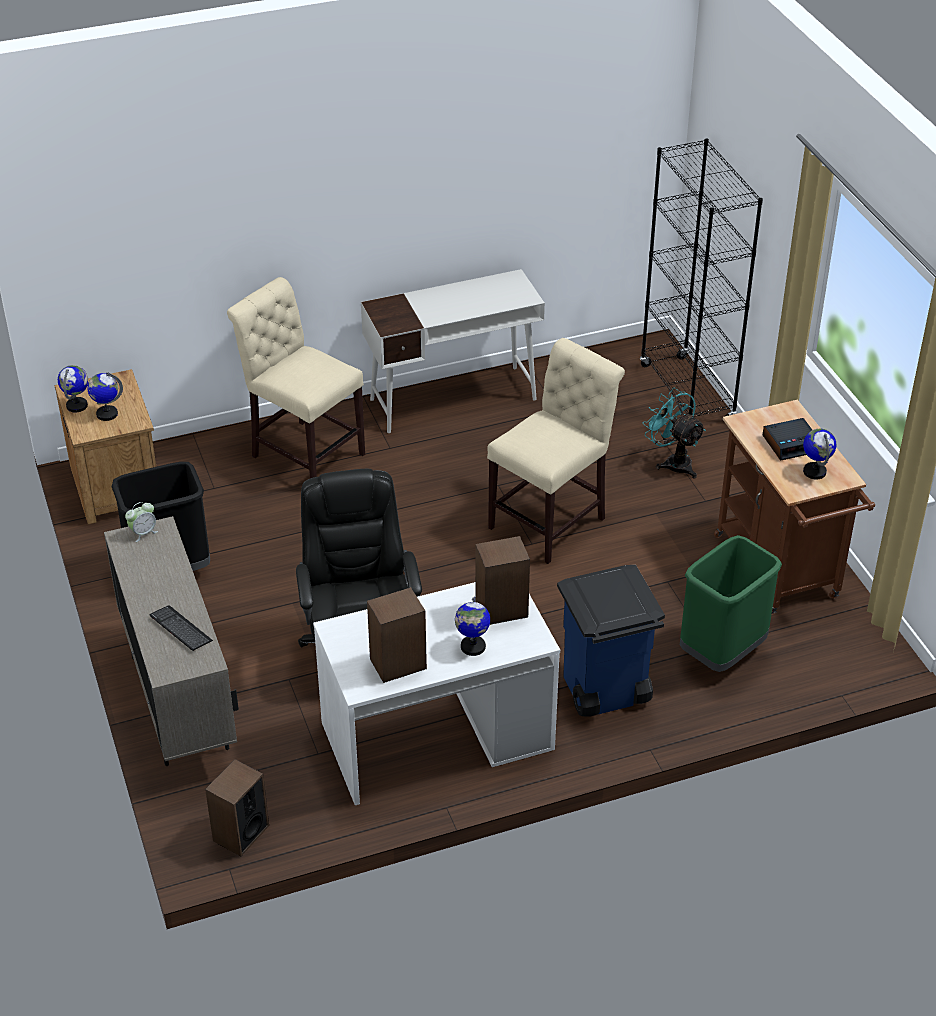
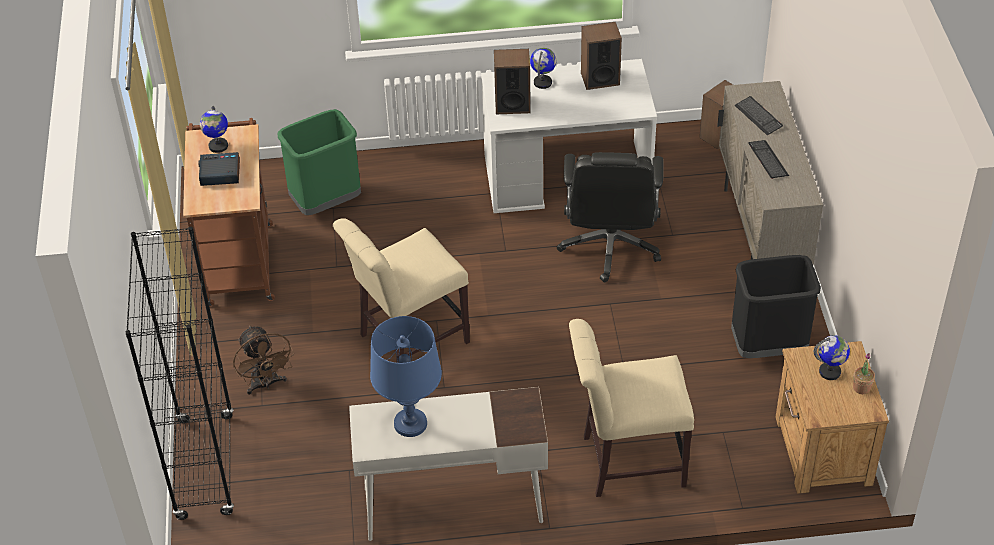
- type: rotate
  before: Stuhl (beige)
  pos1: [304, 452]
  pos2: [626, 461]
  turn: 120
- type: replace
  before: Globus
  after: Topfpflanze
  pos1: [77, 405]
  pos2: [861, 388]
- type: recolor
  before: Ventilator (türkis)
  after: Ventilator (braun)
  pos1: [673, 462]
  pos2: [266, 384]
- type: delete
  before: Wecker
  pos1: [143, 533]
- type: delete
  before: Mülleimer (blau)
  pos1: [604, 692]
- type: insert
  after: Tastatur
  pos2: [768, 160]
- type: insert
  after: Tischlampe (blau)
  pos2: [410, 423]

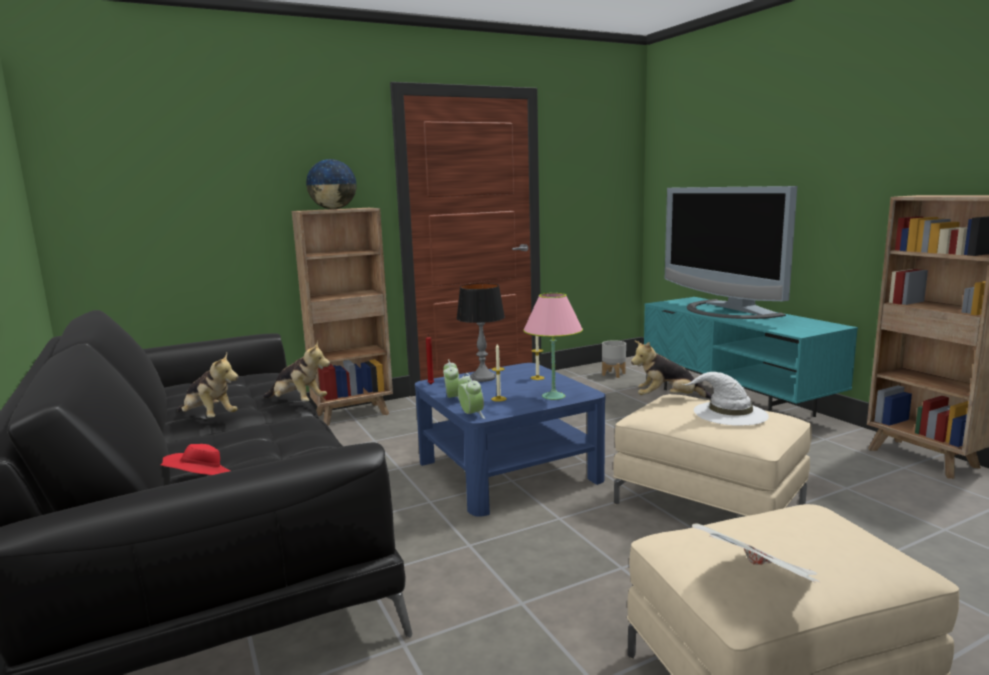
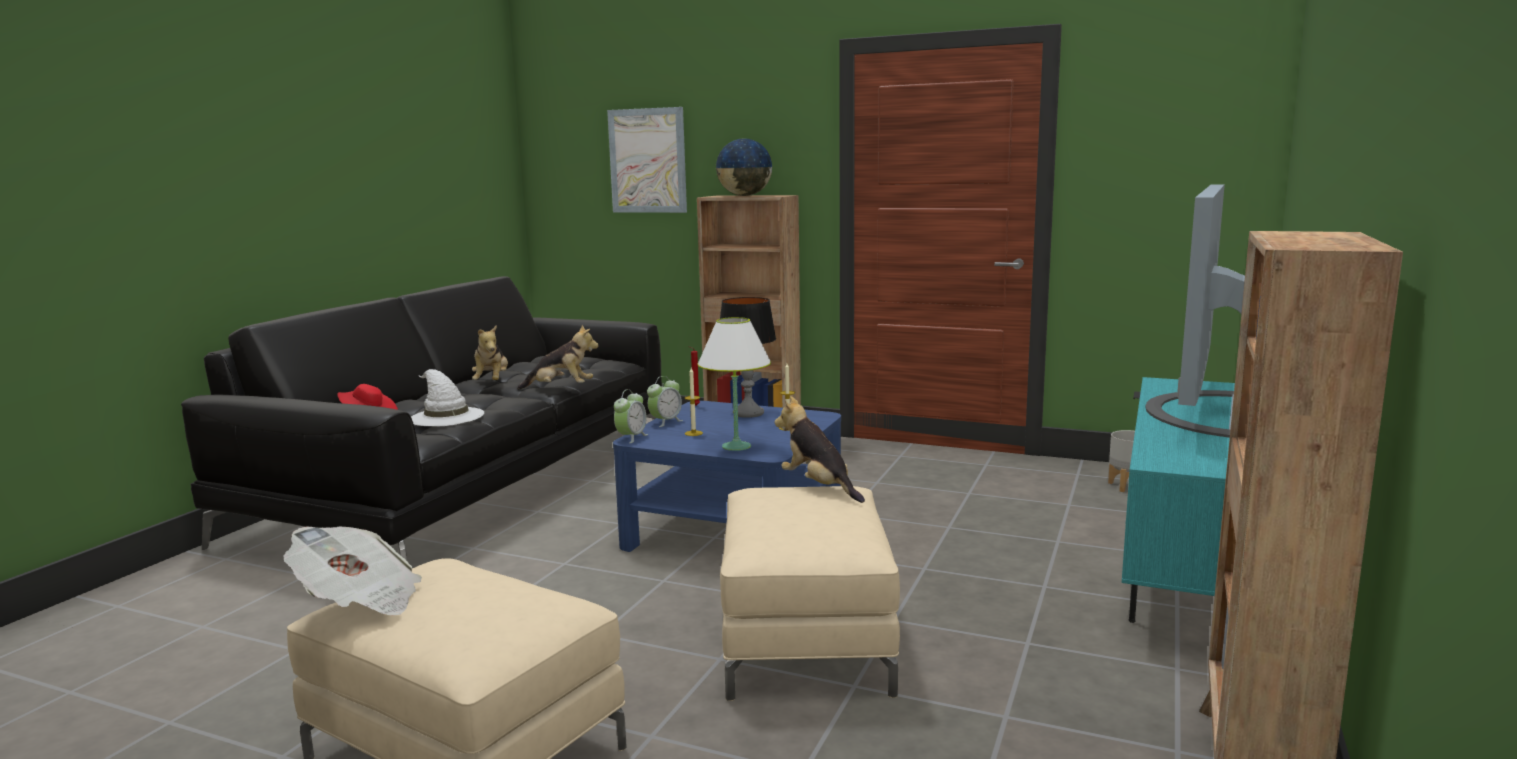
- type: recolor
  before: Tischlampe (rosa)
  after: Tischlampe (weiß)
  pos1: [553, 396]
  pos2: [736, 446]
- type: rotate
  before: Plüschtier
  pos1: [297, 403]
  pos2: [561, 388]
  turn: -75
- type: move
  before: Hut (weiß)
  pos1: [729, 413]
  pos2: [445, 416]
- type: insert
  after: Bild
  pos2: [647, 161]

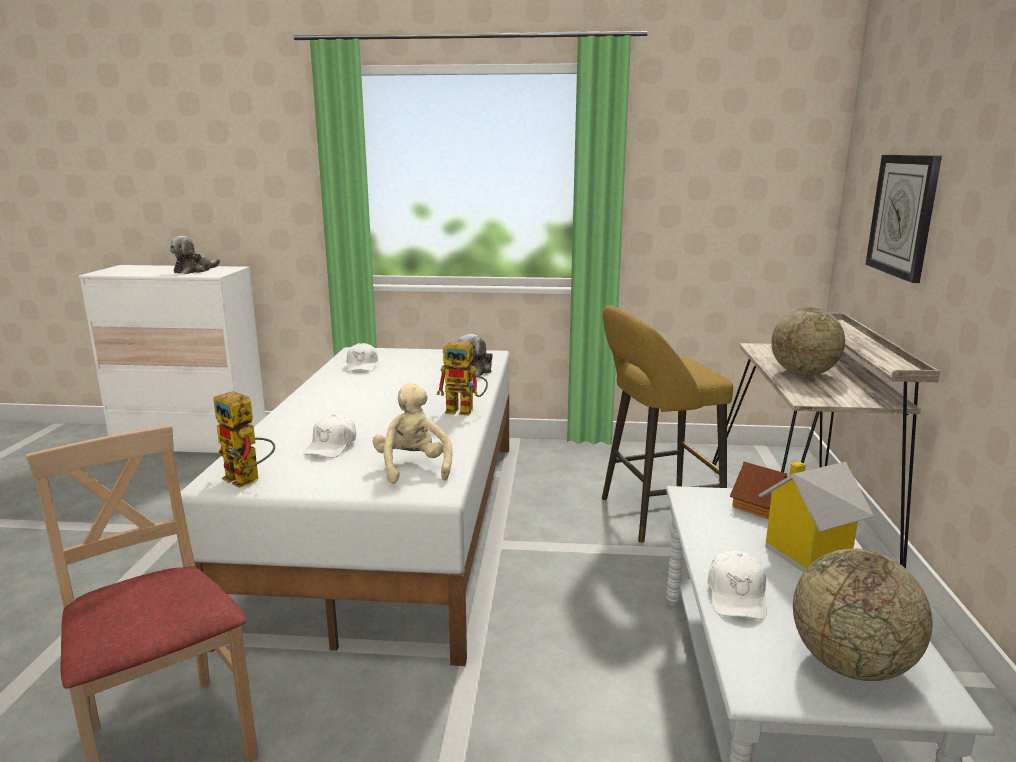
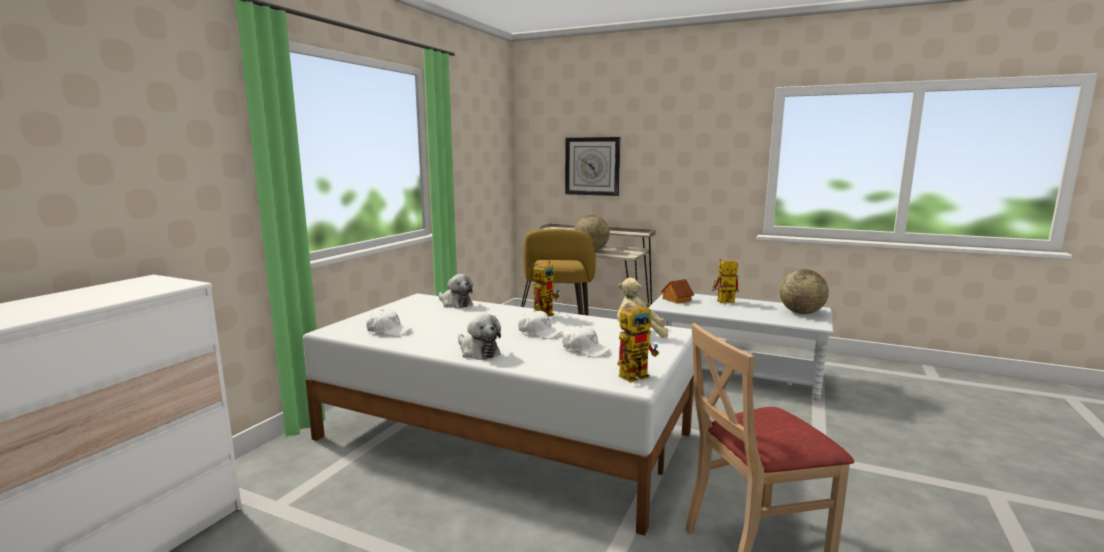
- type: move
  before: Plüschtier
  pos1: [194, 270]
  pos2: [478, 352]
- type: replace
  before: Spielzeughaus
  after: Spielzeugroboter
  pos1: [807, 553]
  pos2: [722, 302]
- type: move
  before: Kappe (weiß)
  pos1: [737, 596]
  pos2: [539, 332]

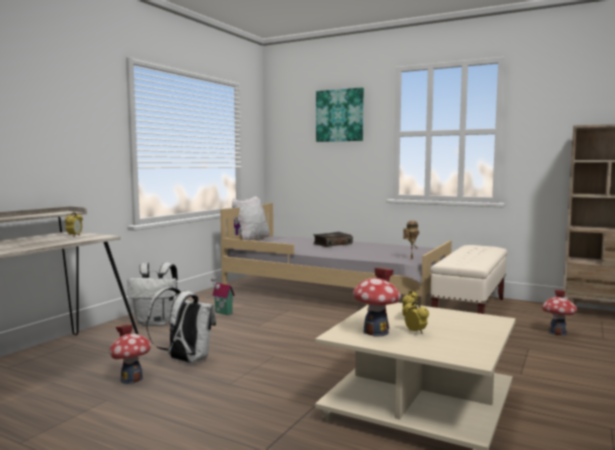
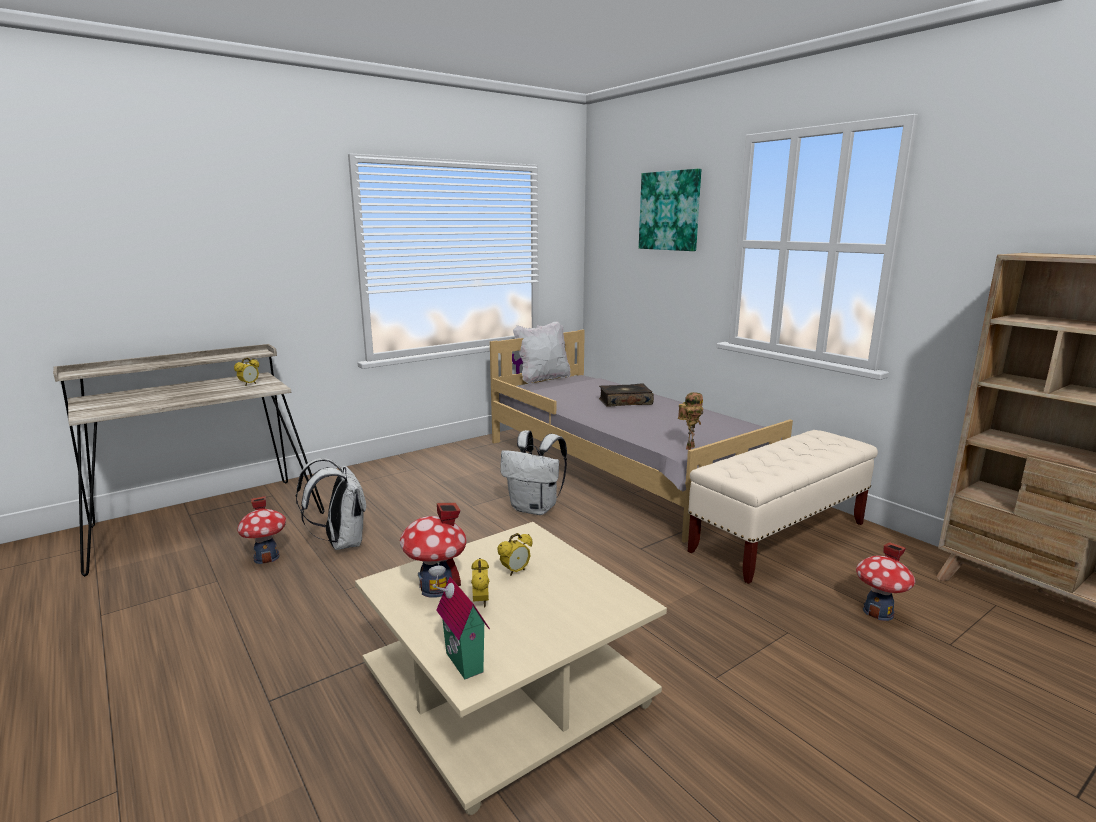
- type: move
  before: Rucksack (weiß)
  pos1: [156, 323]
  pos2: [535, 508]
- type: move
  before: Spielzeughaus
  pos1: [222, 313]
  pos2: [461, 663]

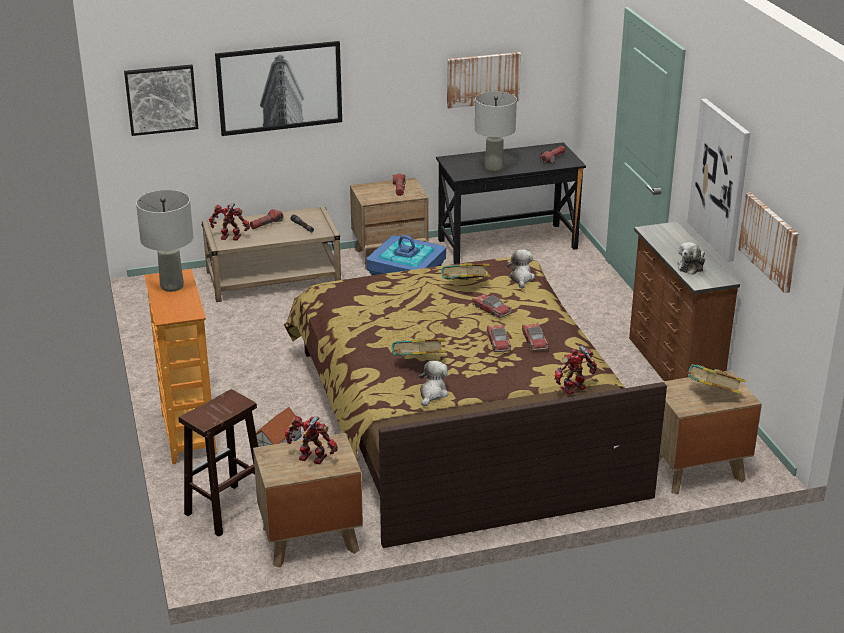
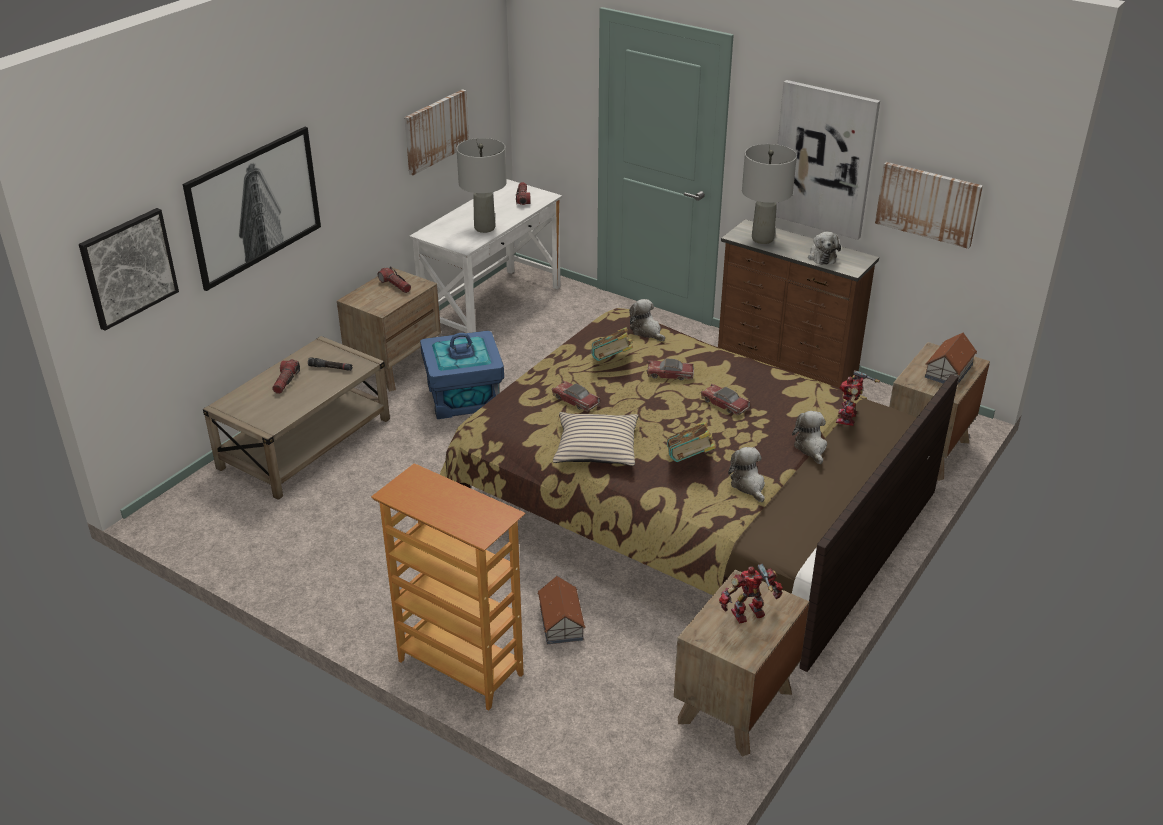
- type: recolor
  before: Schreibtisch (schwarz)
  after: Schreibtisch (weiß)
  pos1: [507, 244]
  pos2: [492, 307]
- type: move
  before: Tischlampe (grau)
  pos1: [171, 286]
  pos2: [762, 239]
- type: delete
  before: Spielzeugroboter
  pos1: [230, 238]
- type: move
  before: Spielzeugauto
  pos1: [534, 341]
  pos2: [575, 400]
- type: replace
  before: Buch
  after: Spielzeughaus
  pos1: [712, 395]
  pos2: [949, 371]
- type: delete
  before: Hocker (braun)
  pos1: [226, 510]
- type: insert
  after: Plüschtier
  pos2: [811, 448]
- type: insert
  after: Kissen (beige)
  pos2: [596, 448]

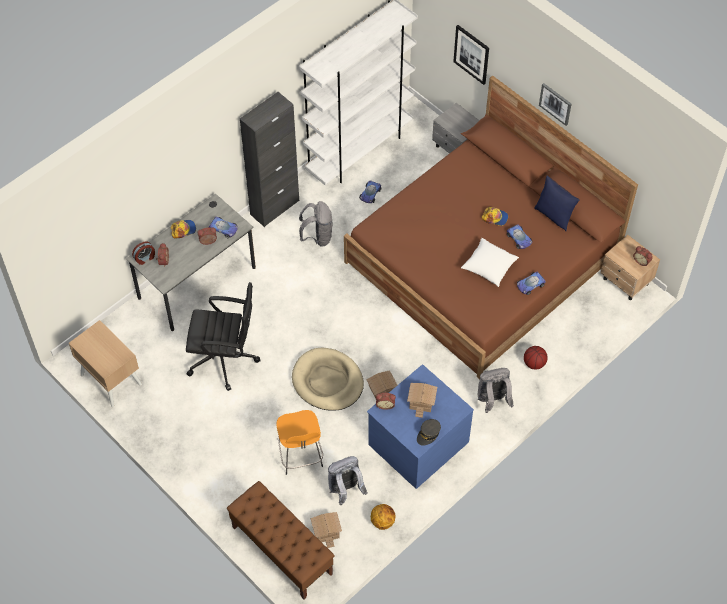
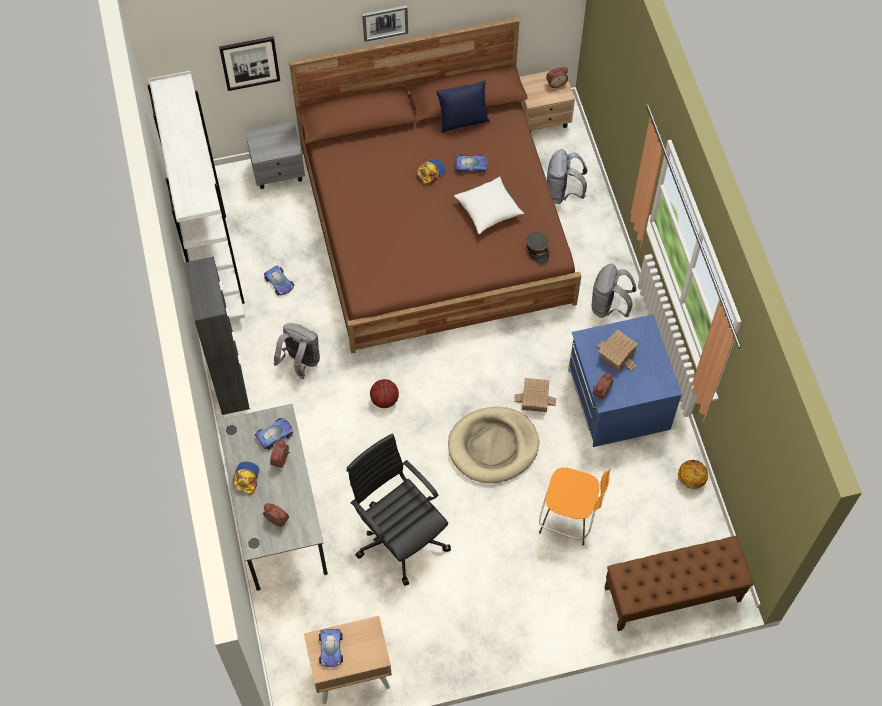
- type: delete
  before: Wecker
  pos1: [145, 258]
- type: move
  before: Spielzeugauto
  pos1: [530, 285]
  pos2: [331, 649]
- type: rotate
  before: Bürostuhl (schwarz)
  pos1: [225, 359]
  pos2: [400, 536]
  turn: -75
- type: move
  before: Basketball
  pos1: [534, 363]
  pos2: [385, 400]
- type: move
  before: Kappe (grau)
  pos1: [428, 434]
  pos2: [538, 250]
- type: move
  before: Rucksack (grau)
  pos1: [345, 490]
  pos2: [563, 192]
- type: delete
  before: Spielzeughaus
  pos1: [325, 531]

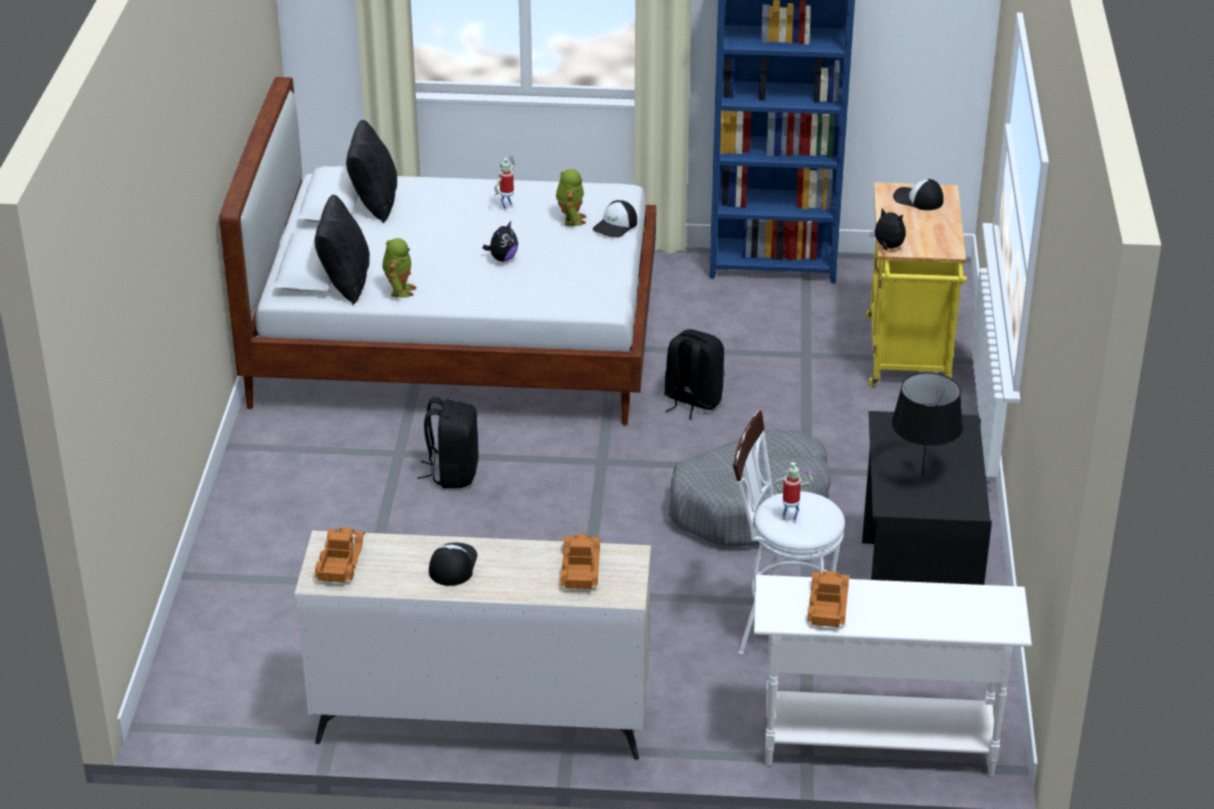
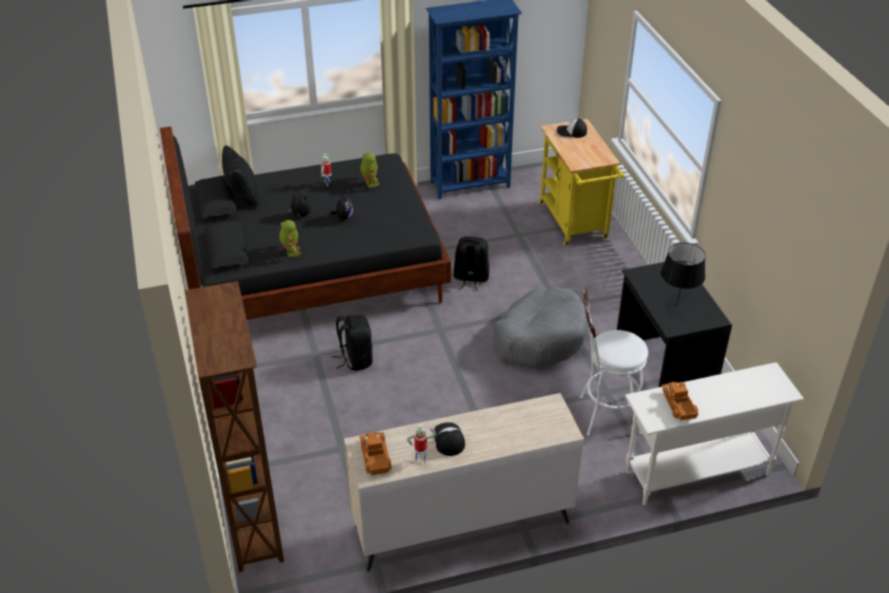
- type: recolor
  before: Bett (weiß)
  after: Bett (schwarz)
  pos1: [457, 339]
  pos2: [311, 270]
- type: delete
  before: Kissen (schwarz)
  pos1: [345, 281]
- type: delete
  before: Kappe
  pos1: [615, 226]
- type: move
  before: Plüschtier
  pos1: [887, 247]
  pos2: [300, 216]
- type: move
  before: Spielzeugroboter
  pos1: [790, 519]
  pos2: [421, 459]
- type: delete
  before: Spielzeuglaster
  pos1: [579, 569]
- type: insert
  after: Bücherregal (braun)
  pos2: [254, 523]

